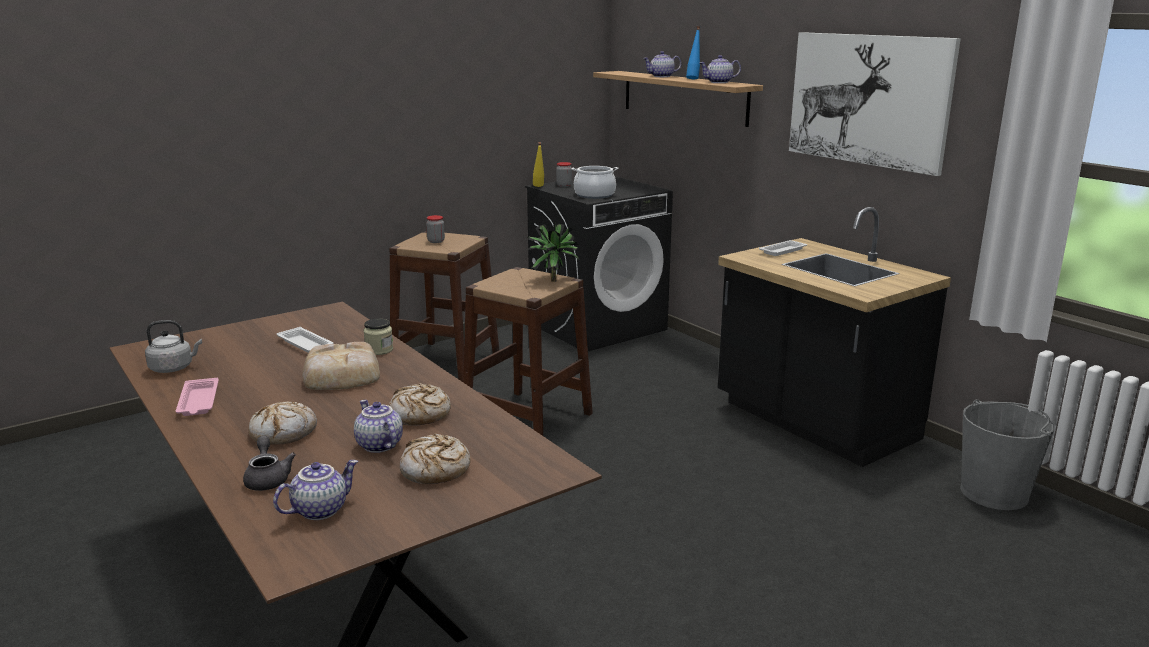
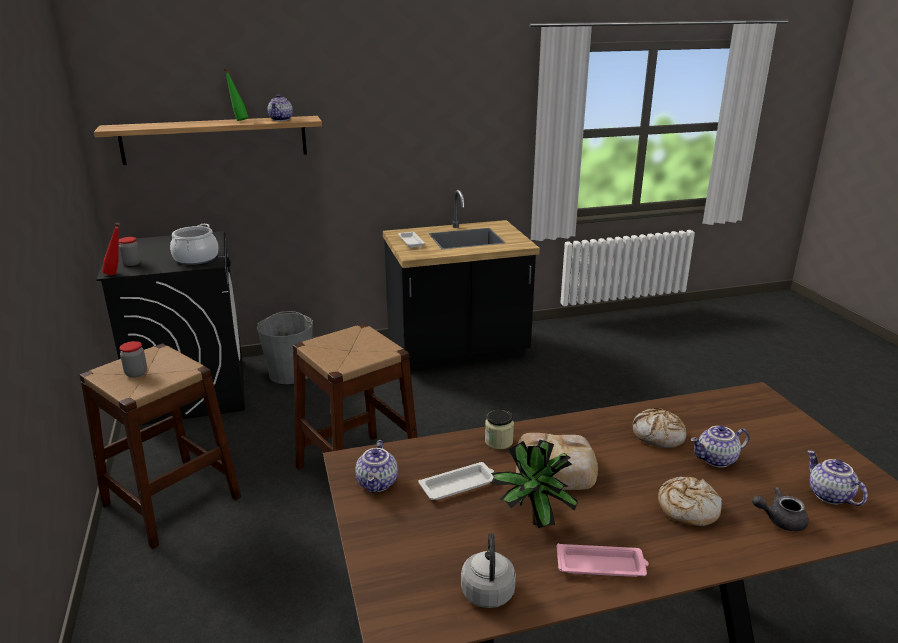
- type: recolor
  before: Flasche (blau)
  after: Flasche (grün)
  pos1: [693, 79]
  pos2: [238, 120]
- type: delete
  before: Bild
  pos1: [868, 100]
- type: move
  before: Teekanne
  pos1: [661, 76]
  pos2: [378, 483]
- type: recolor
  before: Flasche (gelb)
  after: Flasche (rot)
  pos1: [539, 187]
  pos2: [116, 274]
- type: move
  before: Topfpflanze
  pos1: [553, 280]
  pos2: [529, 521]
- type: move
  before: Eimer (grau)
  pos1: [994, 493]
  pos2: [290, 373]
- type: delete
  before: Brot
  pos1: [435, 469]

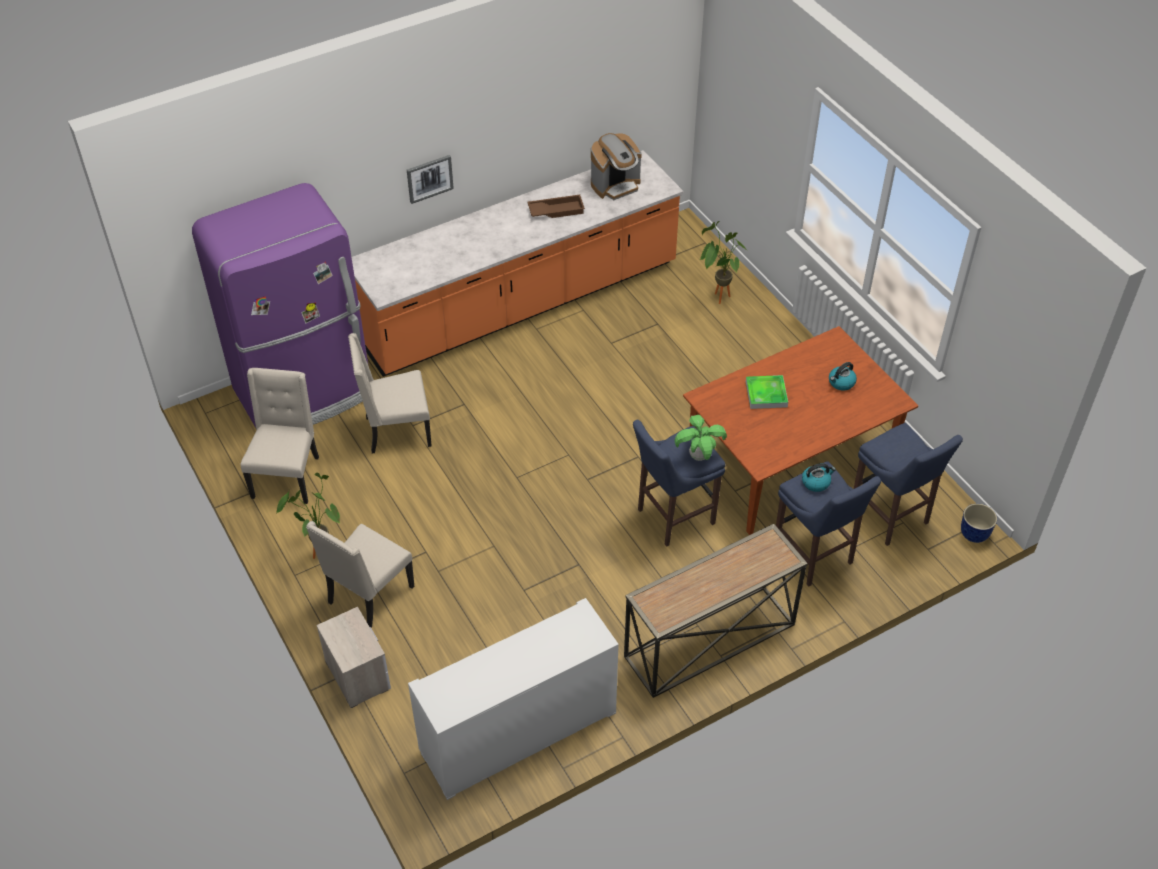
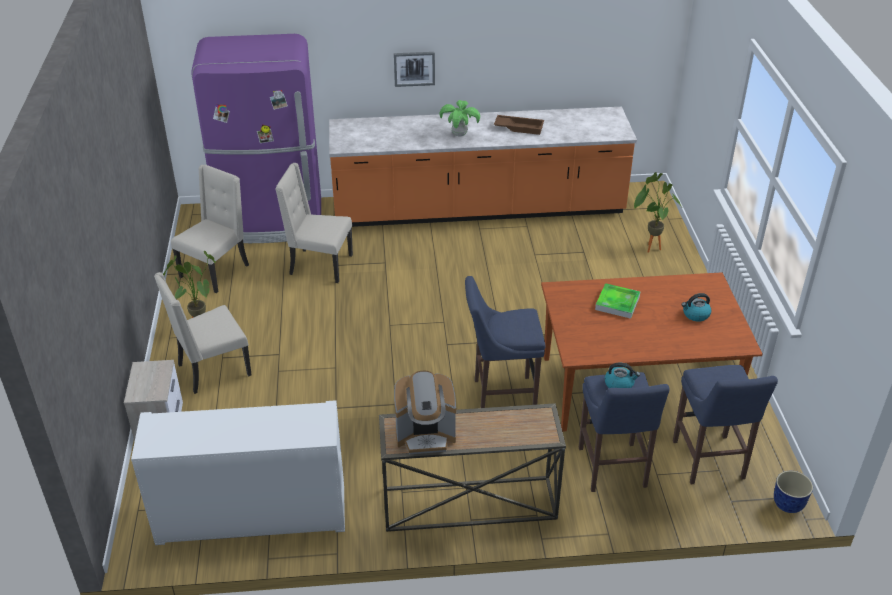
- type: move
  before: Kaffeemaschine
  pos1: [615, 185]
  pos2: [425, 435]
- type: move
  before: Topfpflanze
  pos1: [699, 456]
  pos2: [459, 135]

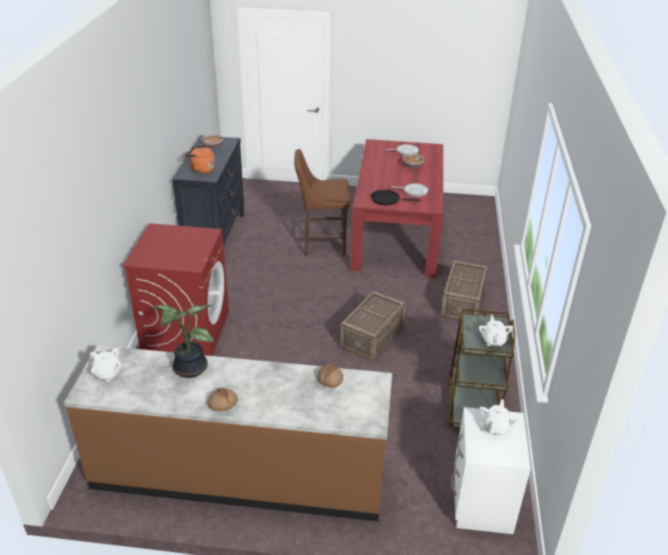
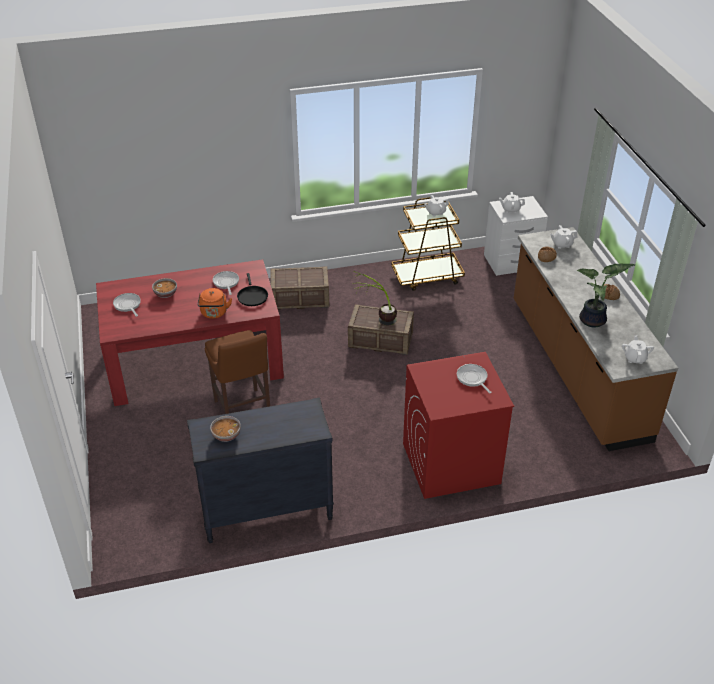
- type: move
  before: Wasserkessel (orange)
  pos1: [201, 170]
  pos2: [214, 313]
- type: insert
  after: Teekanne (weiß)
  pos2: [562, 244]
- type: insert
  after: Topfpflanze
  pos2: [376, 319]
- type: insert
  after: Pfanne
  pos2: [472, 378]

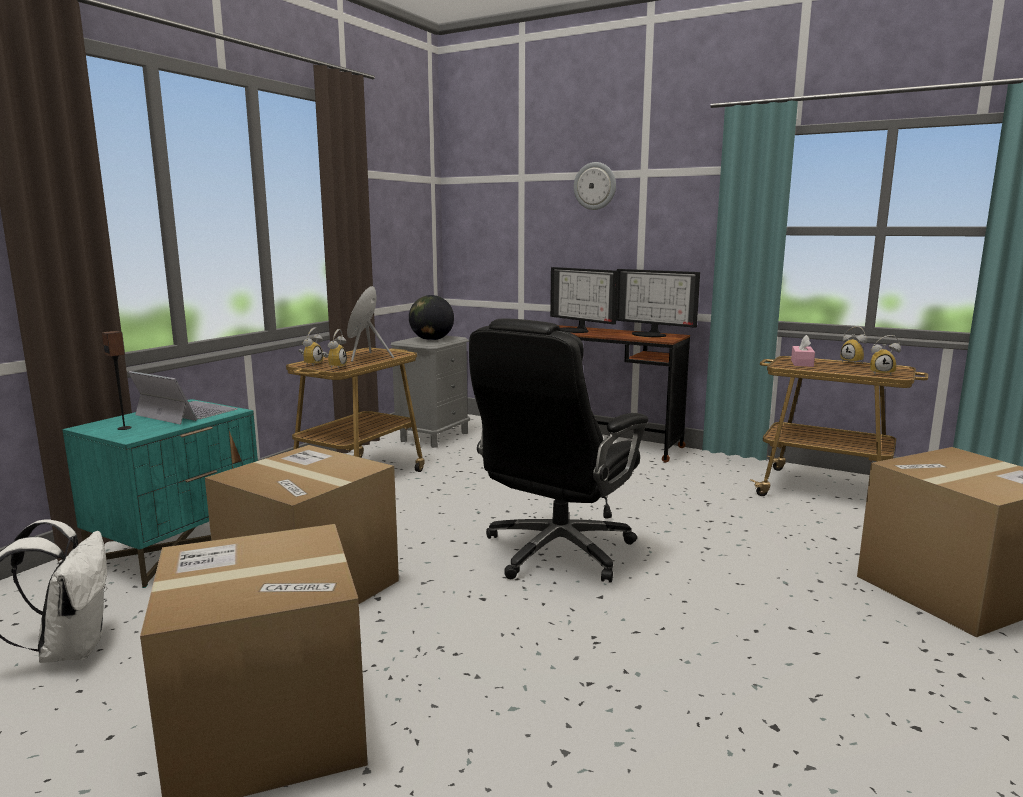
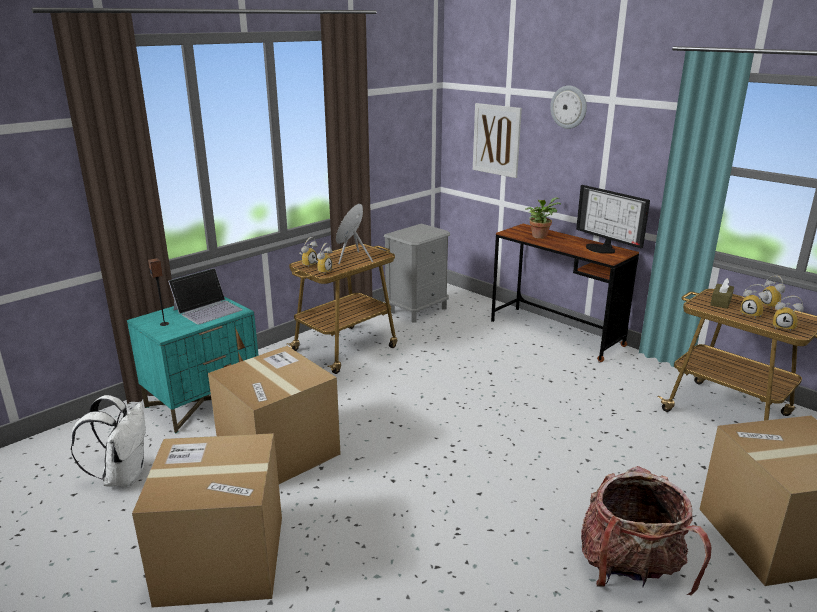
- type: replace
  before: Monitor
  after: Topfpflanze
  pos1: [576, 330]
  pos2: [540, 235]
- type: delete
  before: Globus
  pos1: [431, 340]
- type: delete
  before: Bürostuhl (schwarz)
  pos1: [556, 552]
- type: recolor
  before: Taschentuchbox (rosa)
  after: Taschentuchbox (braun)
  pos1: [802, 363]
  pos2: [721, 302]
- type: rotate
  before: Laptop
  pos1: [185, 412]
  pos2: [208, 309]
  turn: 90
- type: insert
  after: Bild
  pos2: [496, 140]
- type: insert
  after: Wecker
  pos2: [752, 314]
- type: insert
  after: Rucksack
  pos2: [630, 571]

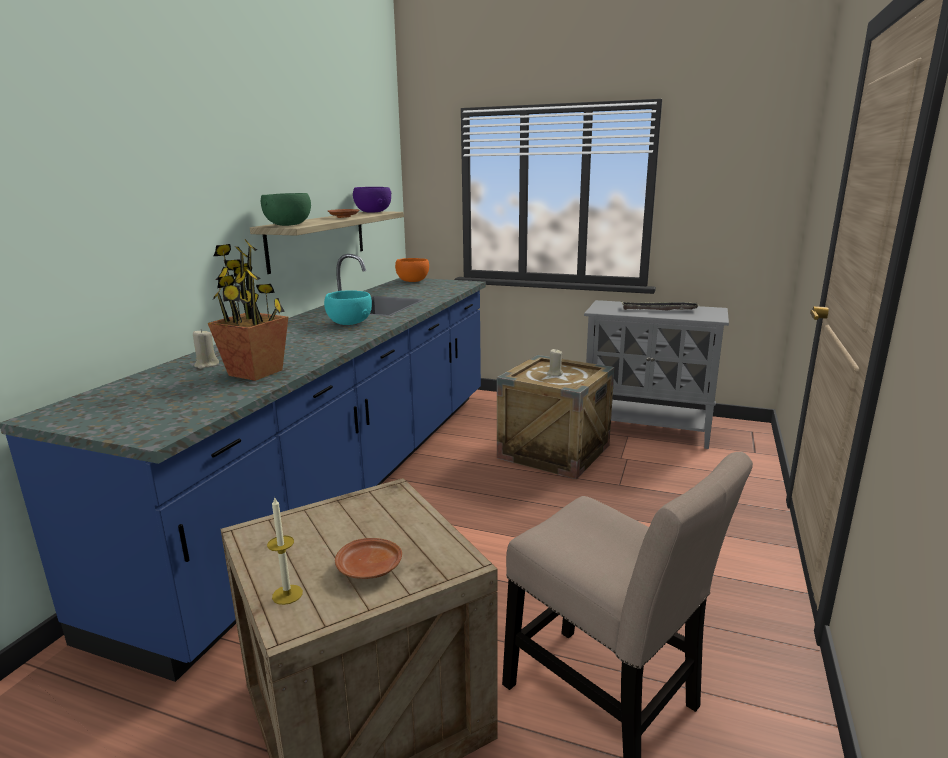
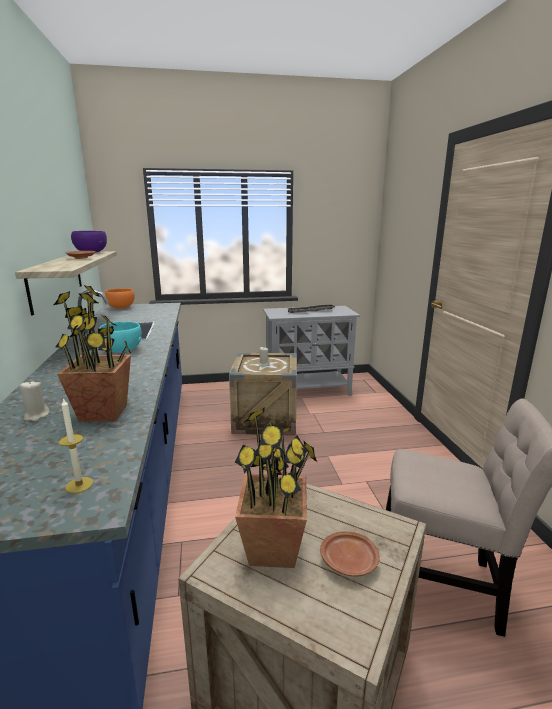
- type: delete
  before: Schüssel (grün)
  pos1: [288, 225]
- type: move
  before: Kerze
  pos1: [287, 594]
  pos2: [79, 485]
- type: insert
  after: Topfpflanze
  pos2: [273, 548]

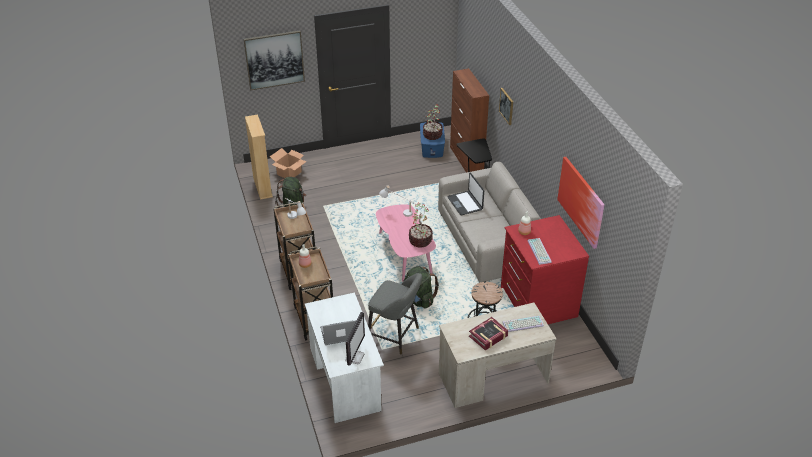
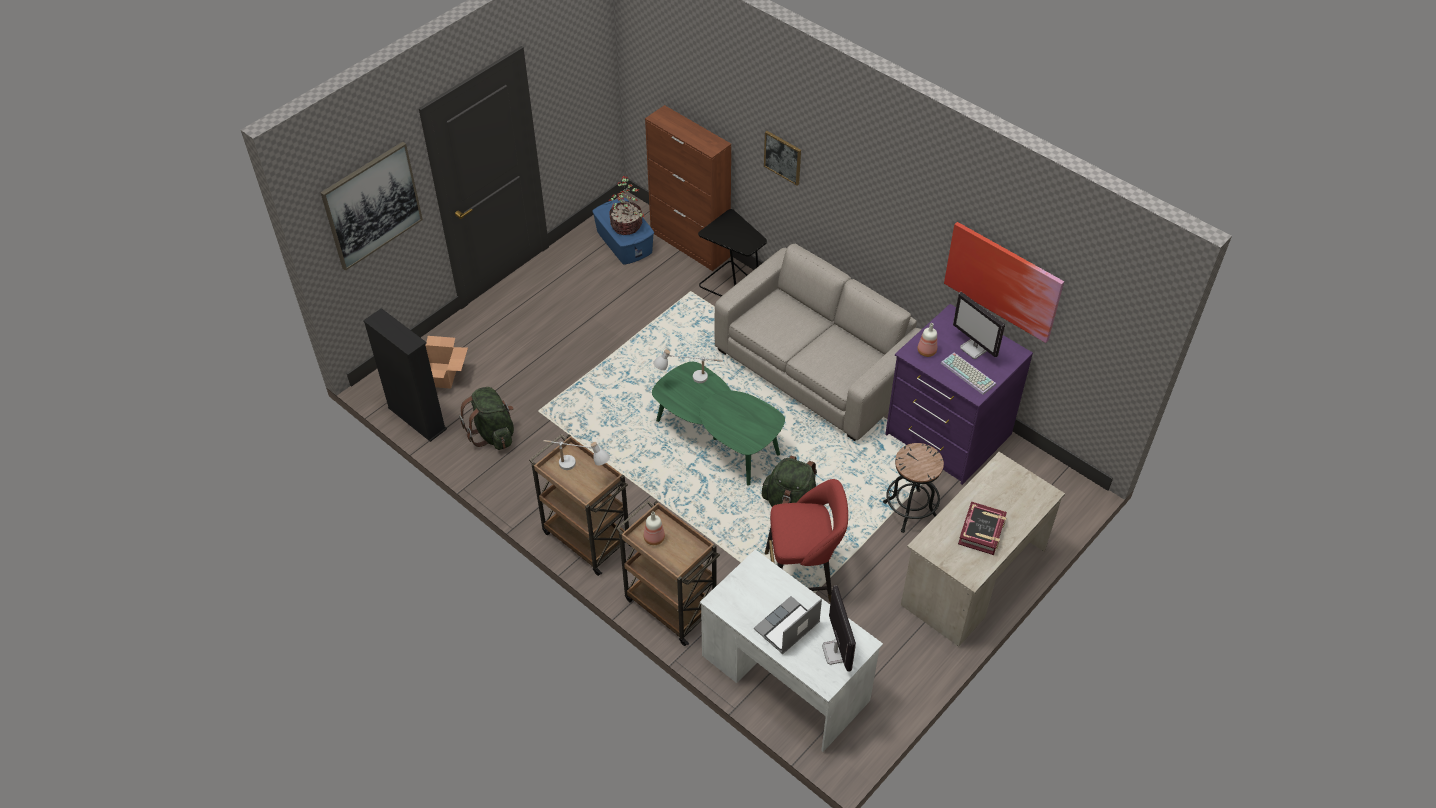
- type: recolor
  before: Bücherregal (beige)
  after: Bücherregal (schwarz)
  pos1: [262, 187]
  pos2: [417, 418]
- type: delete
  before: Laptop
  pos1: [465, 203]
- type: delete
  before: Topfpflanze
  pos1: [420, 240]
- type: recolor
  before: Couchtisch (rosa)
  after: Couchtisch (grün)
  pos1: [404, 253]
  pos2: [718, 439]
- type: recolor
  before: Kommode (rot)
  after: Kommode (lila)
  pos1: [537, 302]
  pos2: [947, 435]
- type: recolor
  before: Hocker (grau)
  after: Hocker (rot)
  pos1: [395, 336]
  pos2: [803, 576]
- type: delete
  before: Tastatur
  pos1: [522, 325]
- type: insert
  after: Monitor
  pos2: [974, 349]

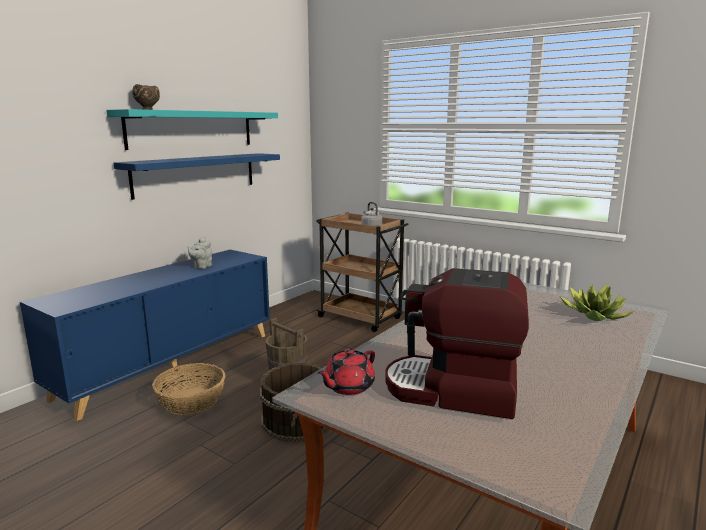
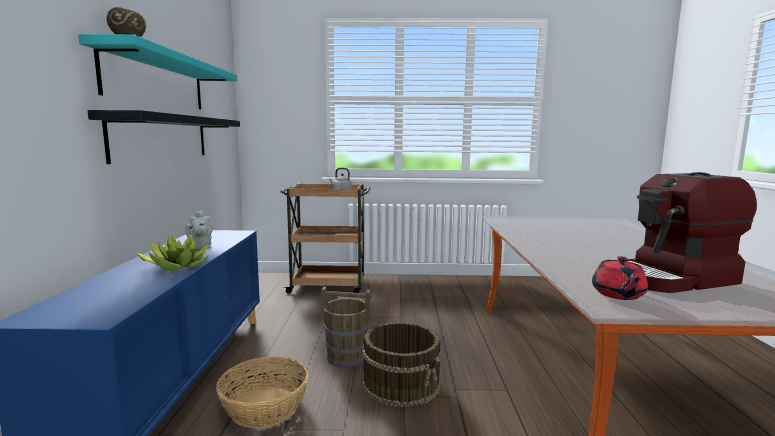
- type: recolor
  before: Wandregal (blau)
  after: Wandregal (schwarz)
  pos1: [196, 174]
  pos2: [163, 137]
- type: move
  before: Topfpflanze
  pos1: [594, 315]
  pos2: [176, 266]

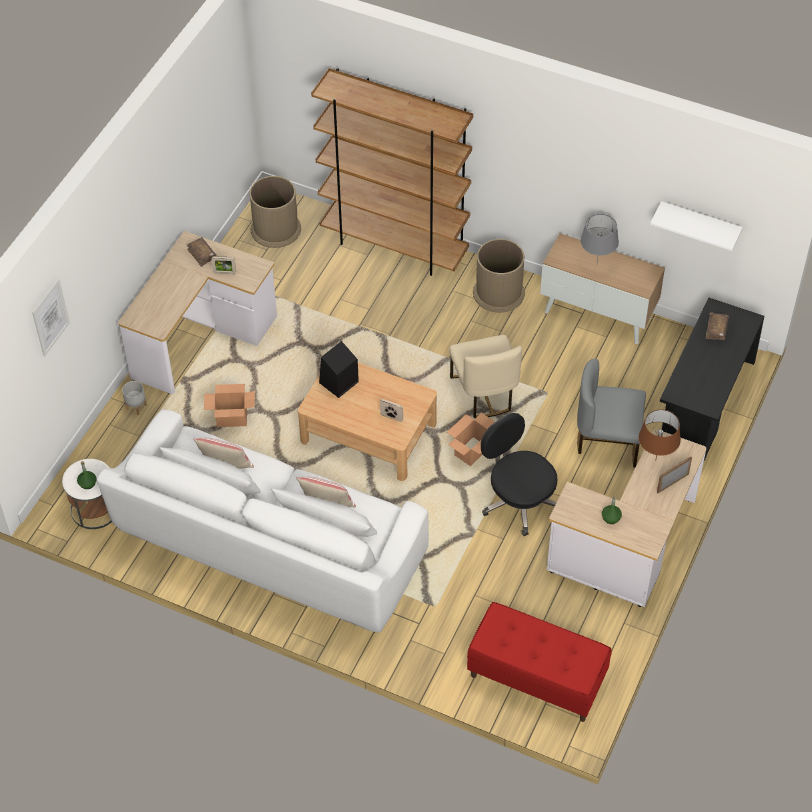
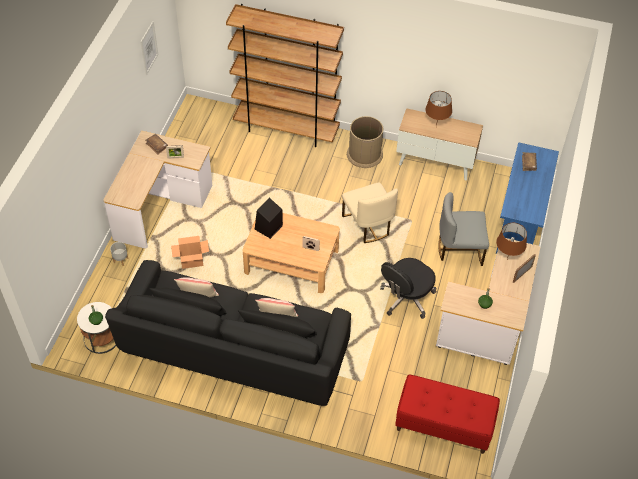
- type: delete
  before: Mülleimer (braun)
  pos1: [275, 229]
- type: delete
  before: Wandregal (weiß)
  pos1: [700, 223]
- type: recolor
  before: Tischlampe (grau)
  after: Tischlampe (braun)
  pos1: [596, 264]
  pos2: [436, 127]
- type: move
  before: Bild
  pos1: [50, 317]
  pos2: [149, 48]
- type: recolor
  before: Schreibtisch (schwarz)
  after: Schreibtisch (blau)
  pos1: [703, 406]
  pos2: [520, 219]
- type: recolor
  before: Sofa (weiß)
  after: Sofa (schwarz)
  pos1: [268, 544]
  pos2: [233, 349]
- type: delete
  before: Karton
  pos1: [471, 452]
- type: rotate
  before: Bürostuhl (schwarz)
  pos1: [518, 500]
  pos2: [406, 298]
  turn: -90

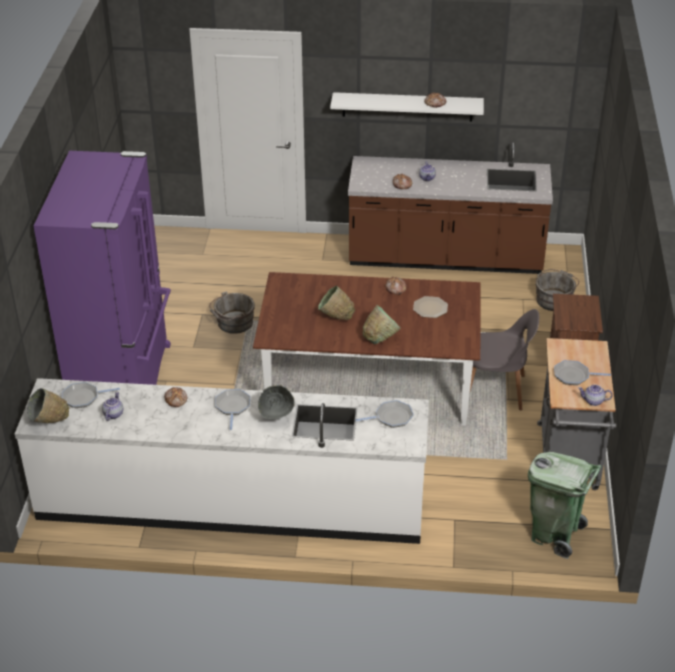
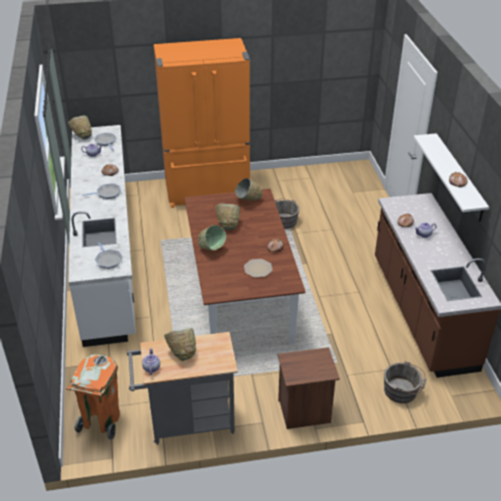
- type: recolor
  before: Kühlschrank (lila)
  after: Kühlschrank (orange)
  pos1: [125, 380]
  pos2: [207, 191]
- type: delete
  before: Stuhl (grau)
  pos1: [497, 390]
- type: replace
  before: Pfanne
  after: Schüssel (grün)
  pos1: [573, 376]
  pos2: [182, 353]
- type: move
  before: Schüssel (grau)
  pos1: [276, 417]
  pos2: [248, 201]
- type: recolor
  before: Mülleimer (grün)
  after: Mülleimer (orange)
  pos1: [554, 534]
  pos2: [101, 422]

